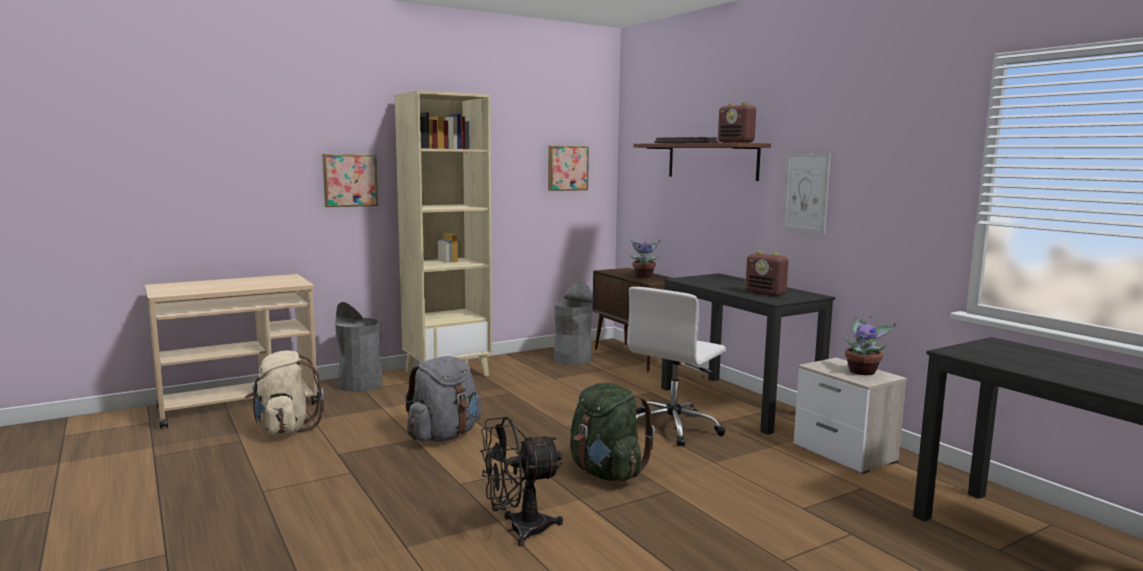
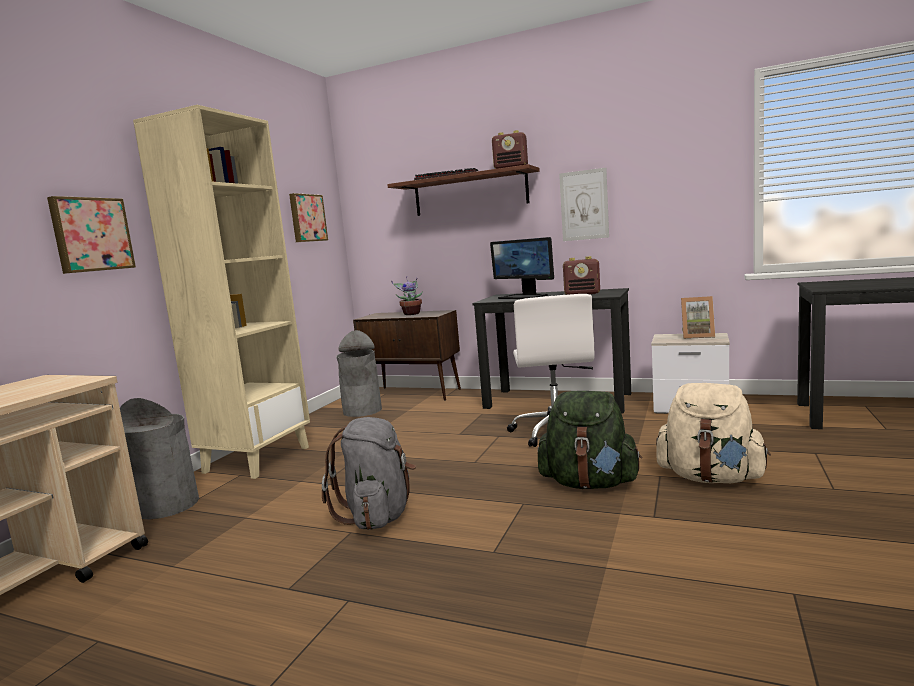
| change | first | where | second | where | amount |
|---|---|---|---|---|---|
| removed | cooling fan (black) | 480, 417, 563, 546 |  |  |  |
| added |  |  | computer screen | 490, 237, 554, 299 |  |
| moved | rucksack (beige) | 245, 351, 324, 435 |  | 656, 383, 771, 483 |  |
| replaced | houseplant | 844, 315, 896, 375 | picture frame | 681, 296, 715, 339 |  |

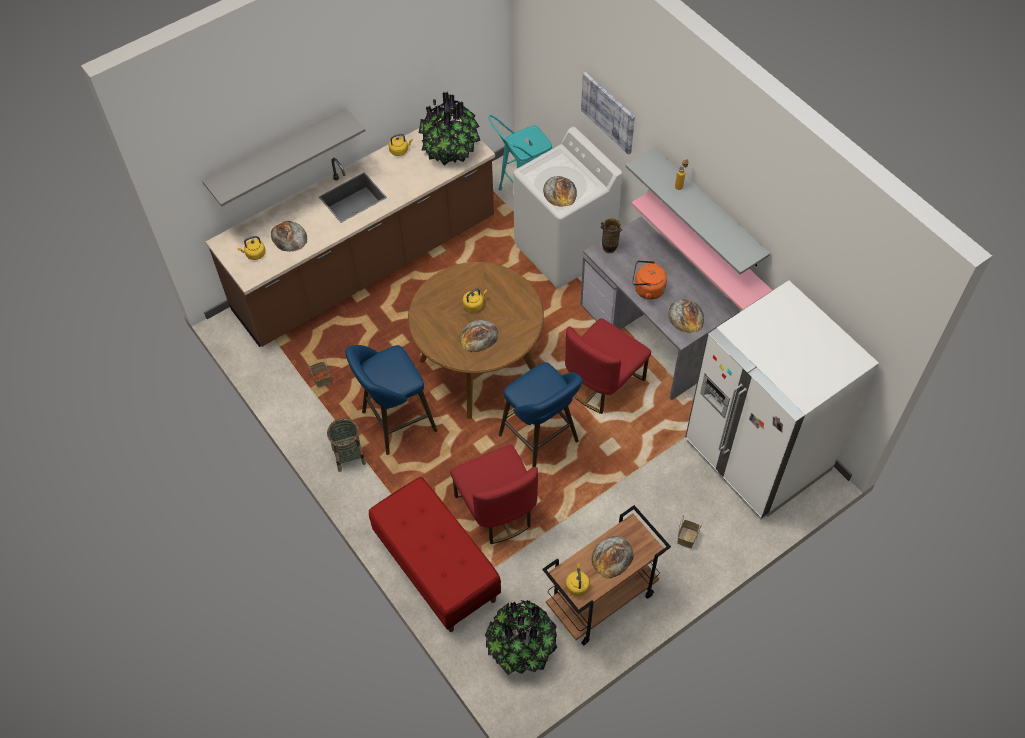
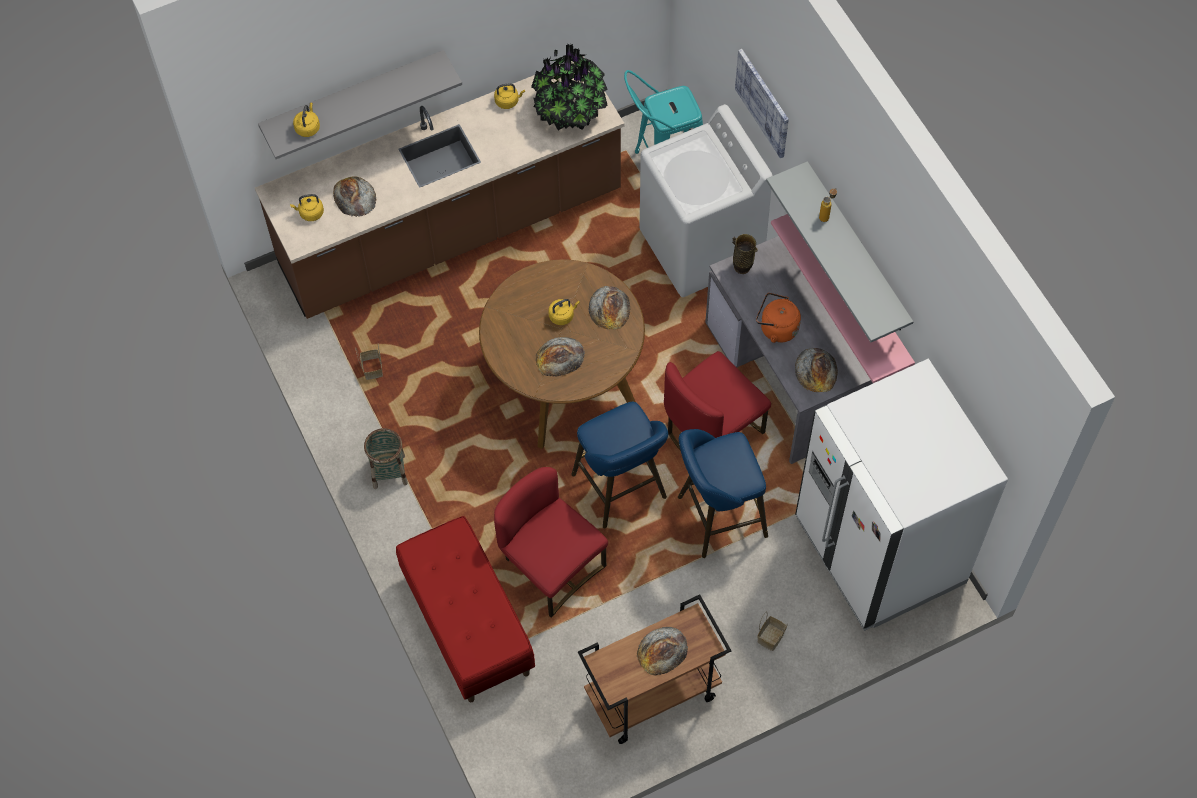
| change | first | where | second | where | amount |
|---|---|---|---|---|---|
| removed | houseplant | 485, 600, 557, 675 |  |  |  |
| moved | stool (bluish) | 345, 345, 437, 455 |  | 678, 429, 768, 558 |  |
| moved | bakery bread | 543, 176, 577, 207 |  | 588, 286, 630, 329 |  |
| moved | kettle (yellow-coloured) | 566, 563, 590, 596 |  | 293, 102, 320, 137 |  |
| turned | chair (red-coloured) | 450, 444, 538, 544 |  | 494, 467, 608, 618 | 150 degrees clockwise |

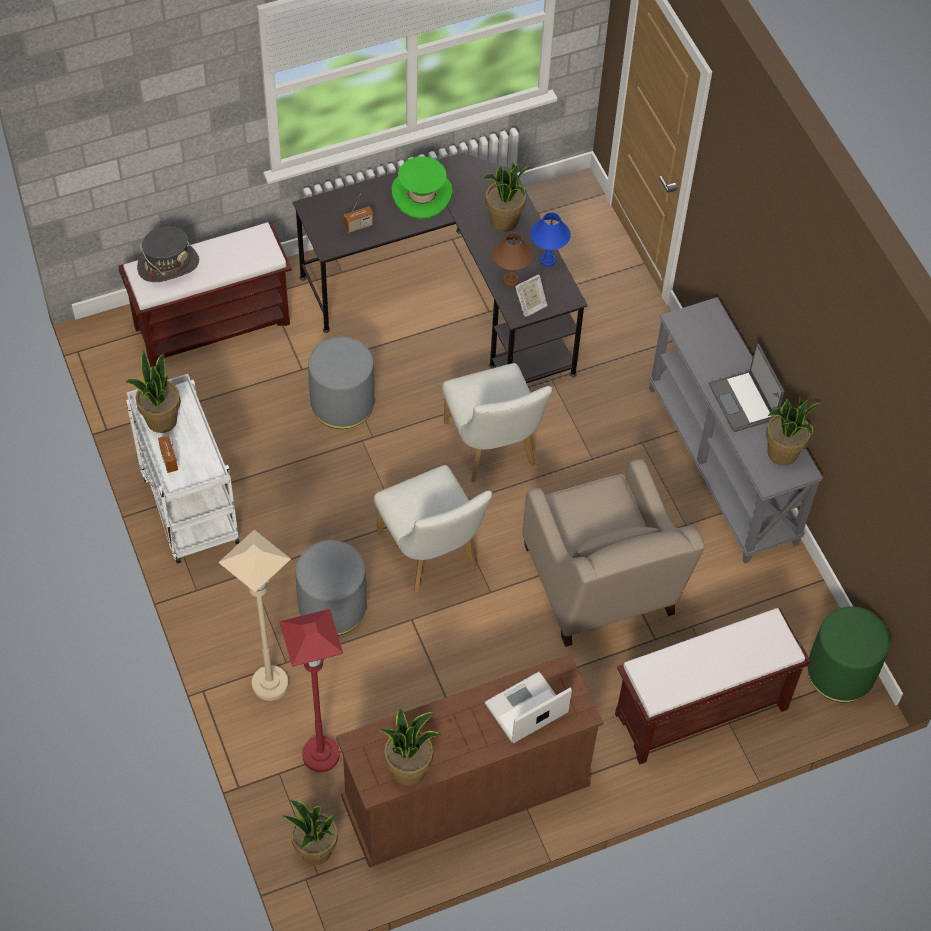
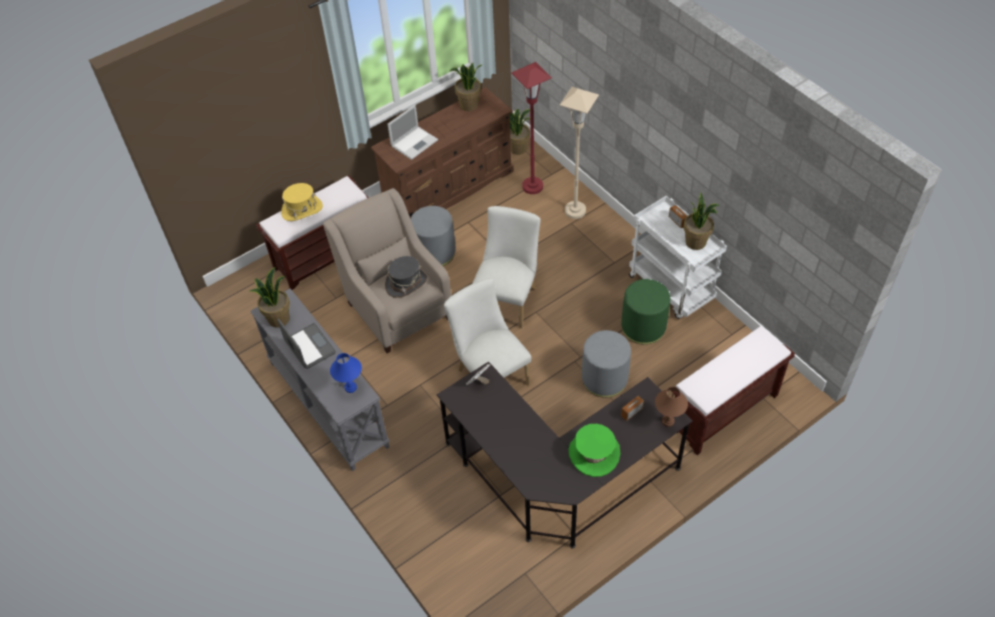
| change | first | where | second | where | amount |
|---|---|---|---|---|---|
| removed | houseplant | 483, 162, 531, 232 |  |  |  |
| added |  |  | hat (yellow-coloured) | 281, 183, 323, 221 |  |
| moved | hat (grey) | 137, 226, 199, 282 |  | 385, 256, 427, 298 |  |
| moved | ottoman (grey) | 296, 540, 367, 636 |  | 411, 206, 456, 266 |  |
| moved | table lamp (brown-coloured) | 492, 232, 533, 287 |  | 655, 387, 688, 427 |  |
| moved | table lamp (bluish) | 530, 212, 571, 267 |  | 330, 353, 362, 393 |  |
| moved | ottoman (green-coloured) | 808, 606, 890, 703 |  | 621, 279, 670, 345 |  |
| turned | chair (white) | 374, 465, 492, 592 |  | 472, 206, 541, 328 | 60 degrees clockwise |

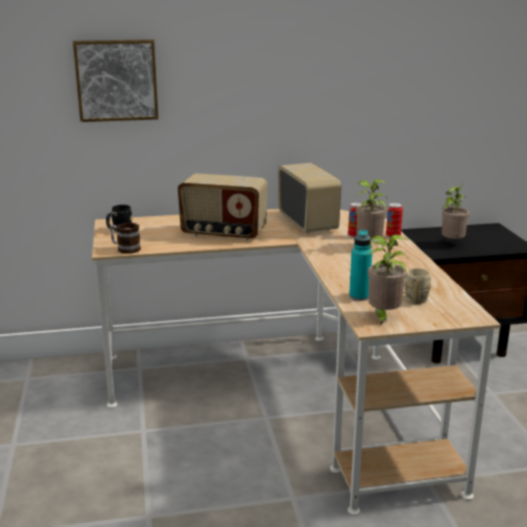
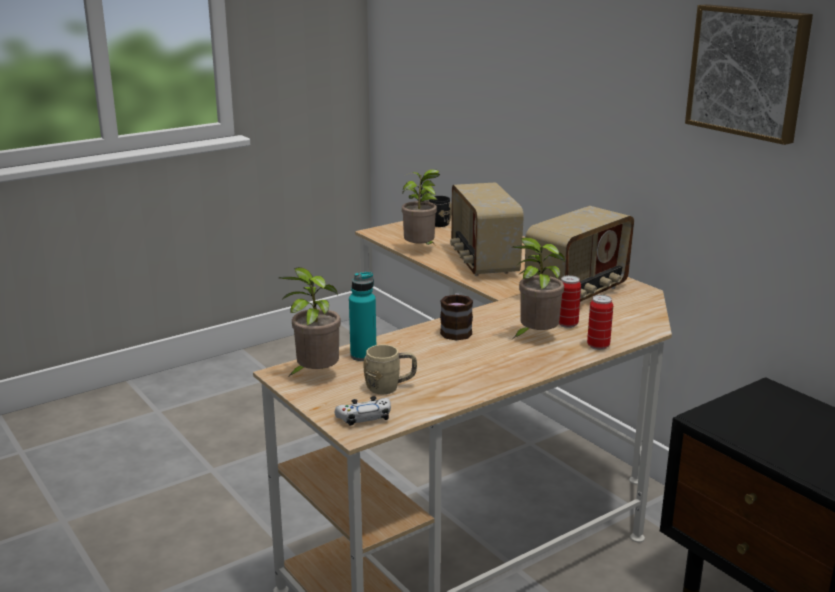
| change | first | where | second | where | amount |
|---|---|---|---|---|---|
| added |  |  | gamepad (white) | 335, 396, 391, 426 |  |
| moved | wall art | 73, 39, 158, 122 |  | 685, 4, 813, 145 |  |
| moved | mug | 110, 223, 141, 254 |  | 440, 293, 473, 341 |  |
| moved | houseplant | 442, 185, 469, 239 |  | 402, 169, 440, 245 |  |

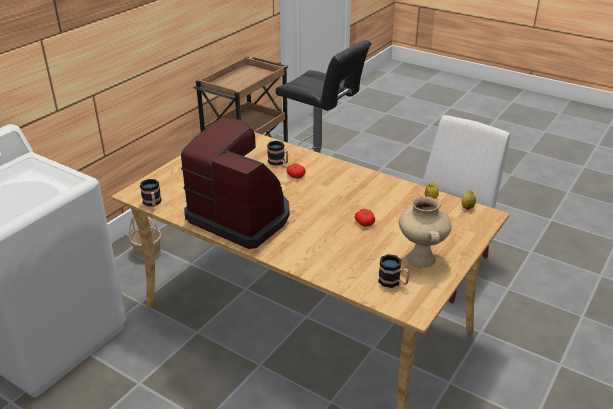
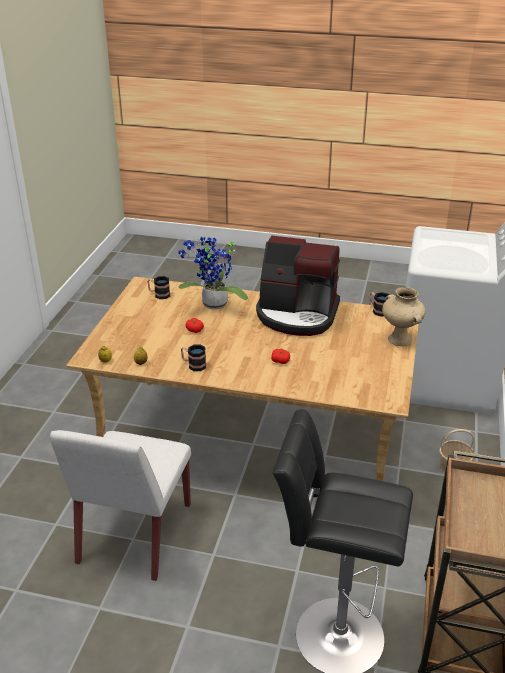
| change | first | where | second | where | amount |
|---|---|---|---|---|---|
| added |  |  | houseplant | 178, 237, 248, 310 |  |
| moved | mug | 267, 141, 288, 166 |  | 181, 345, 206, 371 |  |
| moved | vase (beige) | 399, 196, 452, 267 |  | 382, 287, 426, 346 |  |

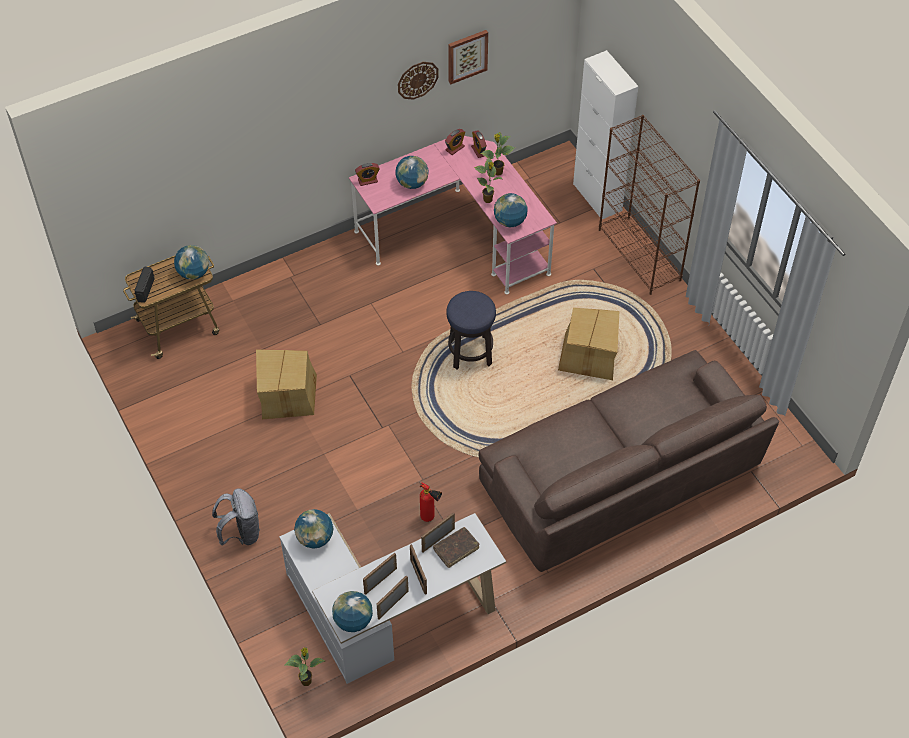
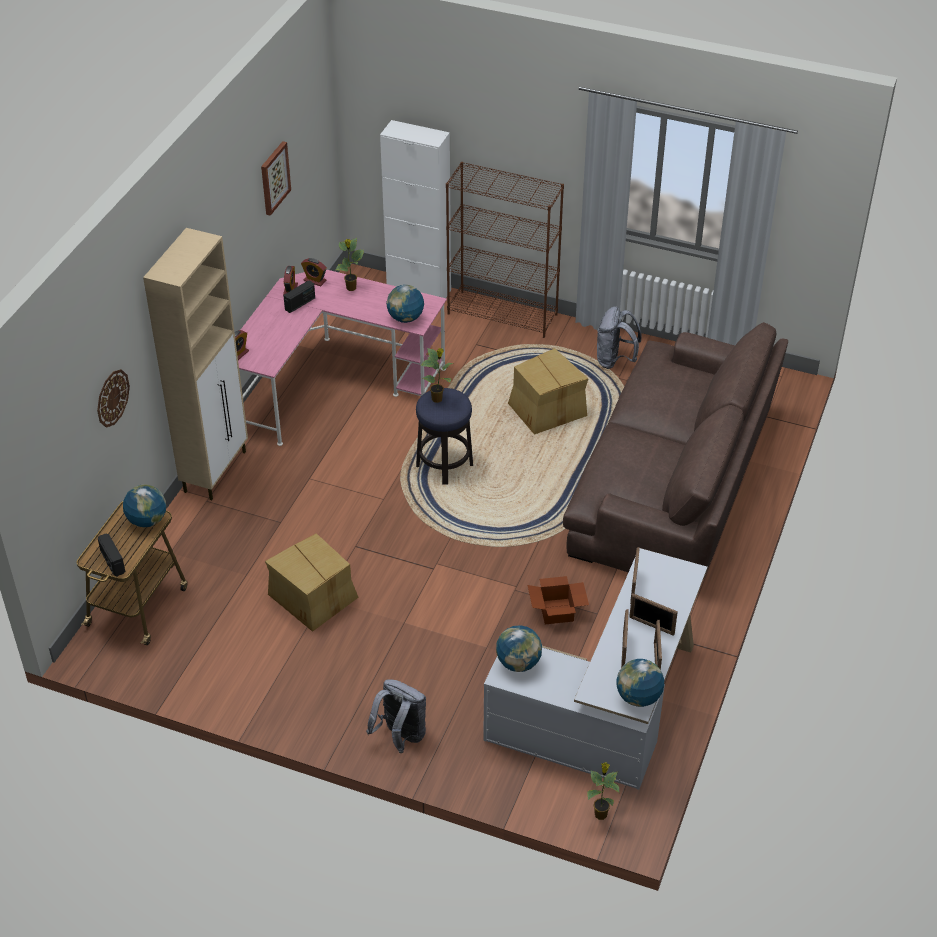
| change | first | where | second | where | amount |
|---|---|---|---|---|---|
| removed | world globe | 395, 156, 429, 189 |  |  |  |
| removed | bound book (brown-coloured) | 433, 527, 480, 568 |  |  |  |
| added |  |  | cupboard (beige) | 143, 228, 248, 500 |  |
| added |  |  | radio | 283, 280, 315, 313 |  |
| added |  |  | rucksack (grey) | 597, 307, 642, 369 |  |
| moved | clock on the wall | 398, 62, 439, 100 |  | 97, 369, 130, 427 |  |
| moved | houseplant | 474, 157, 502, 203 |  | 420, 348, 453, 403 |  |
| replaced | fire extinguisher | 420, 482, 442, 522 | packing box | 528, 576, 589, 624 |  |

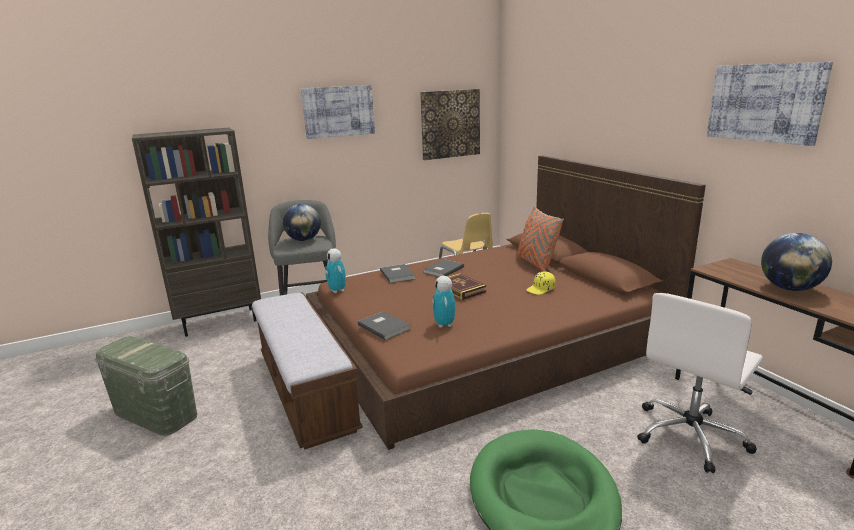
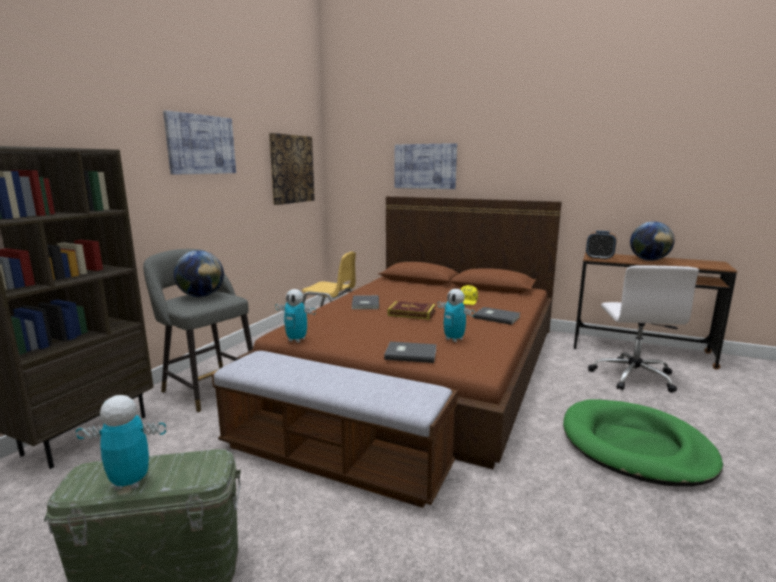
| change | first | where | second | where | amount |
|---|---|---|---|---|---|
| removed | throw pillow (orangey) | 516, 206, 564, 272 |  |  |  |
| added |  |  | robot figure | 76, 395, 166, 490 |  |
| added |  |  | bedside clock | 586, 231, 617, 260 |  |
| moved | bound book (grey) | 380, 264, 415, 283 |  | 473, 307, 520, 325 |  |
| moved | wall art | 707, 62, 833, 146 |  | 395, 143, 457, 189 |  |

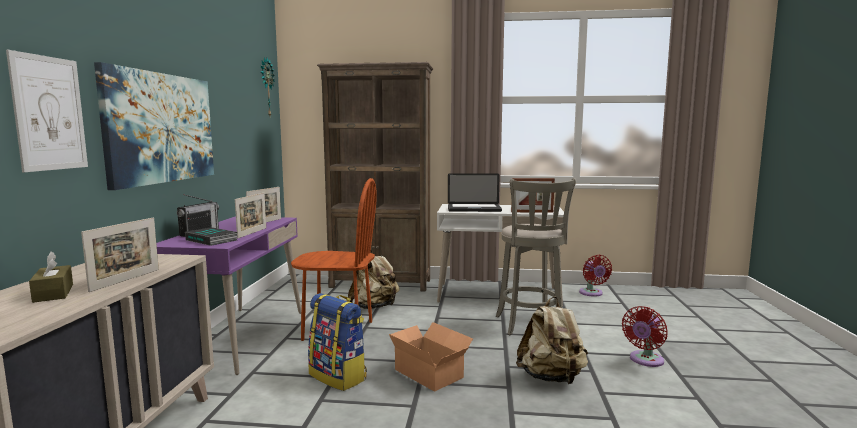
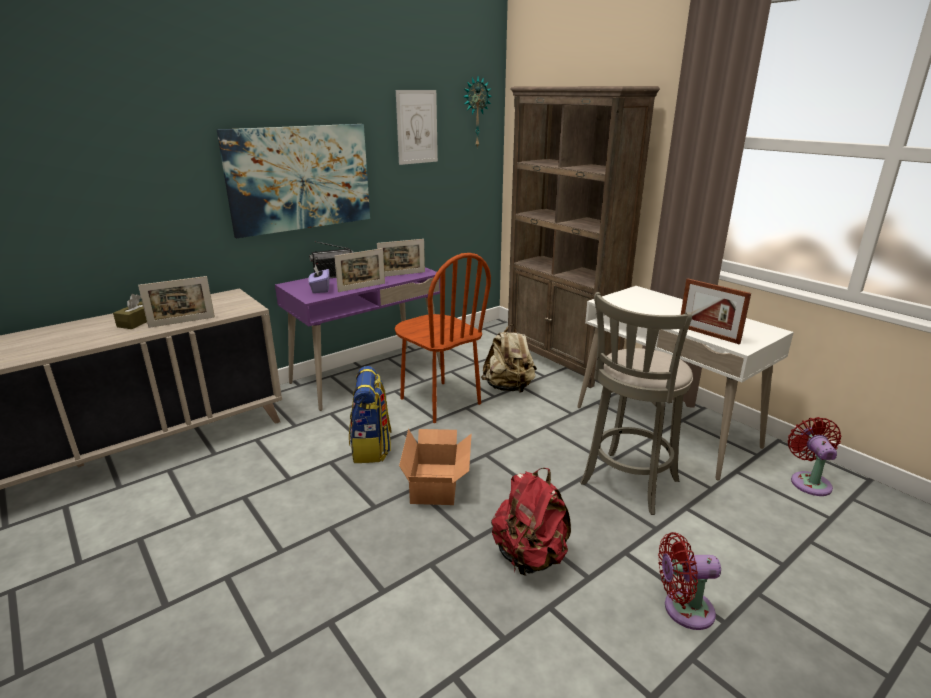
| change | first | where | second | where | amount |
|---|---|---|---|---|---|
| removed | portable computer | 448, 173, 502, 212 |  |  |  |
| moved | wall art | 6, 50, 88, 172 |  | 396, 90, 438, 165 |  |
| replaced | bound book | 185, 227, 237, 246 | tissue box (purplish) | 308, 265, 330, 293 |  |
| recoloured | rucksack (beige) | 516, 296, 588, 384 | rucksack (red-coloured) | 491, 468, 571, 576 |  |
| turned | cooling fan (red-coloured) | 579, 255, 612, 297 |  | 788, 417, 841, 496 | 150 degrees clockwise |

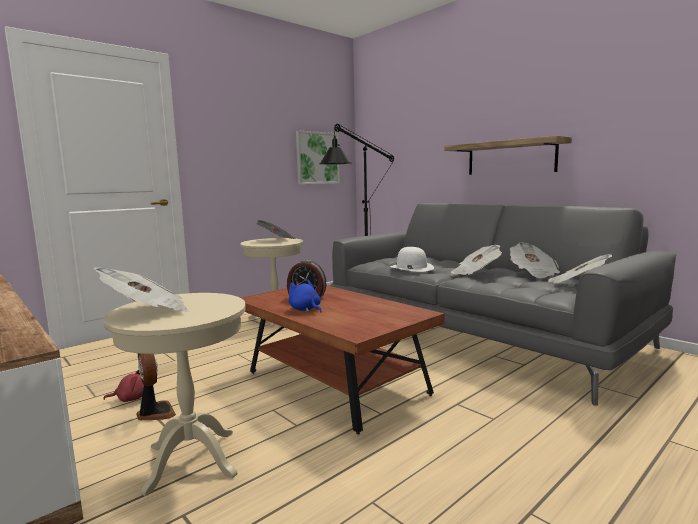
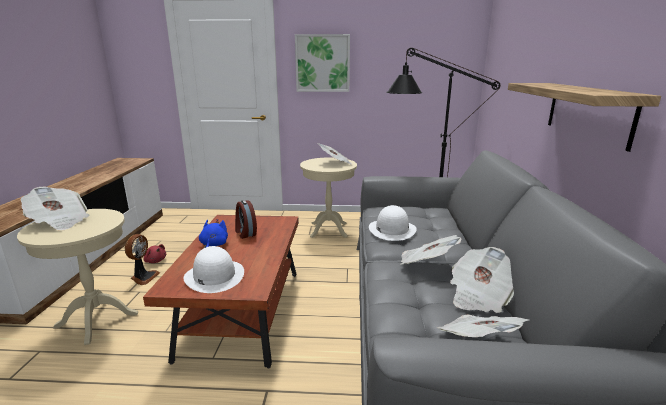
| change | first | where | second | where | amount |
|---|---|---|---|---|---|
| added |  |  | hat (white) | 184, 246, 244, 293 |  |
| moved | wall art | 296, 130, 340, 184 |  | 295, 34, 350, 92 |  |

